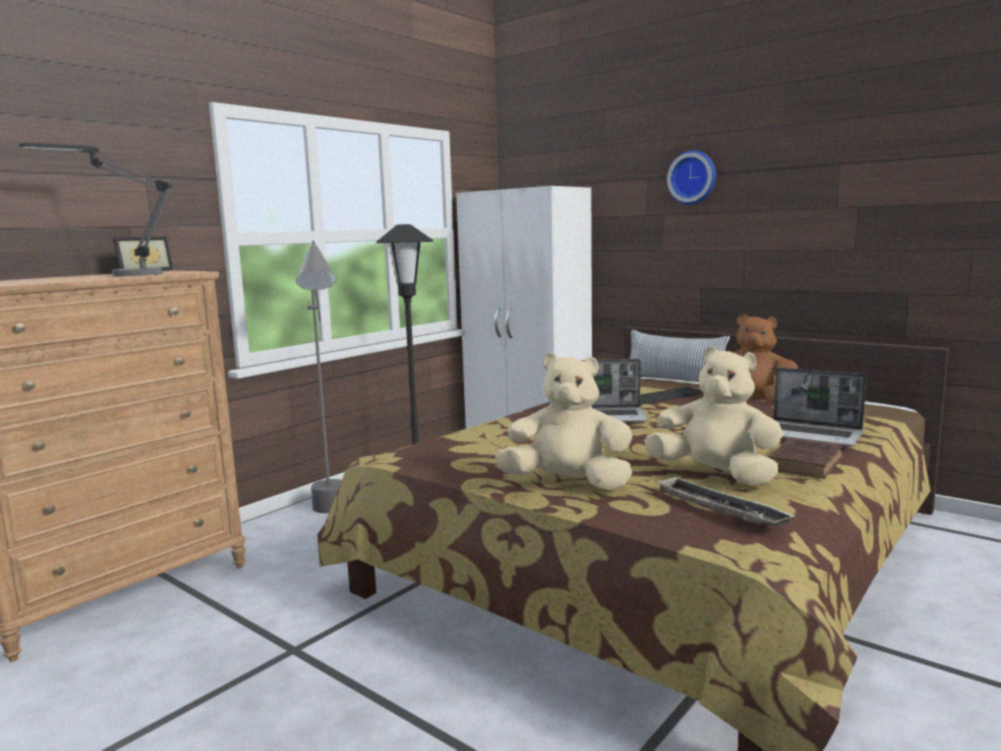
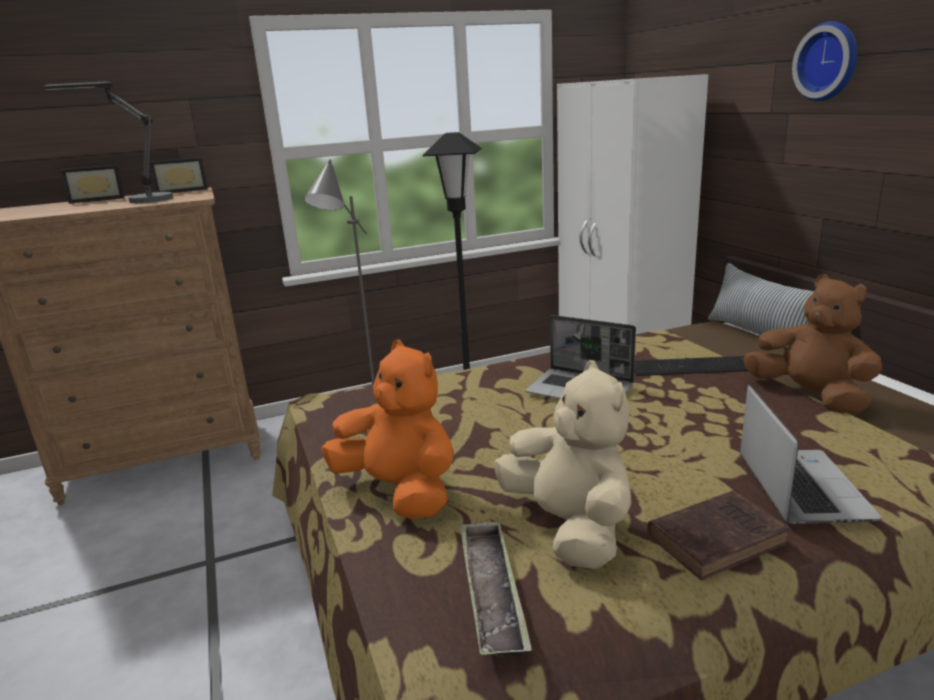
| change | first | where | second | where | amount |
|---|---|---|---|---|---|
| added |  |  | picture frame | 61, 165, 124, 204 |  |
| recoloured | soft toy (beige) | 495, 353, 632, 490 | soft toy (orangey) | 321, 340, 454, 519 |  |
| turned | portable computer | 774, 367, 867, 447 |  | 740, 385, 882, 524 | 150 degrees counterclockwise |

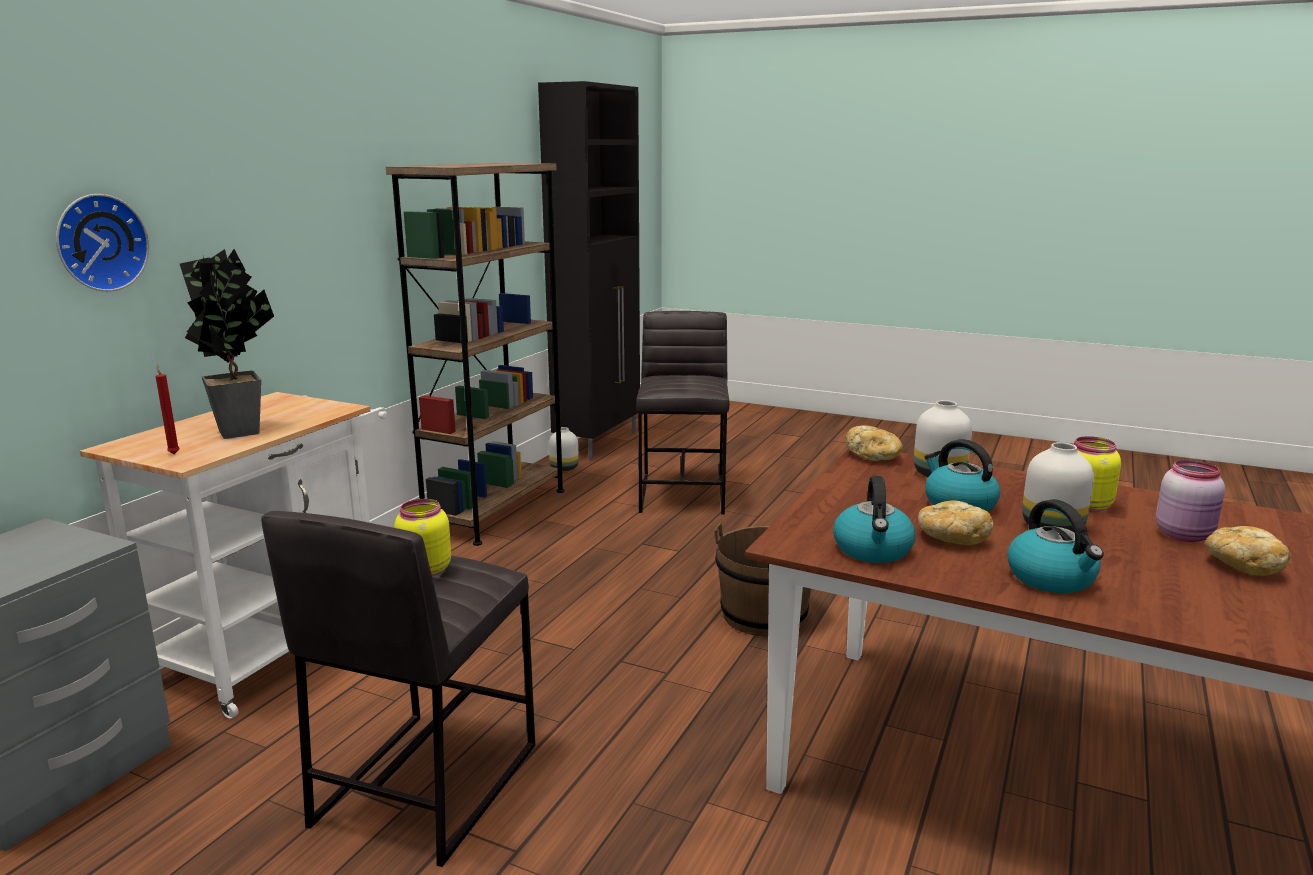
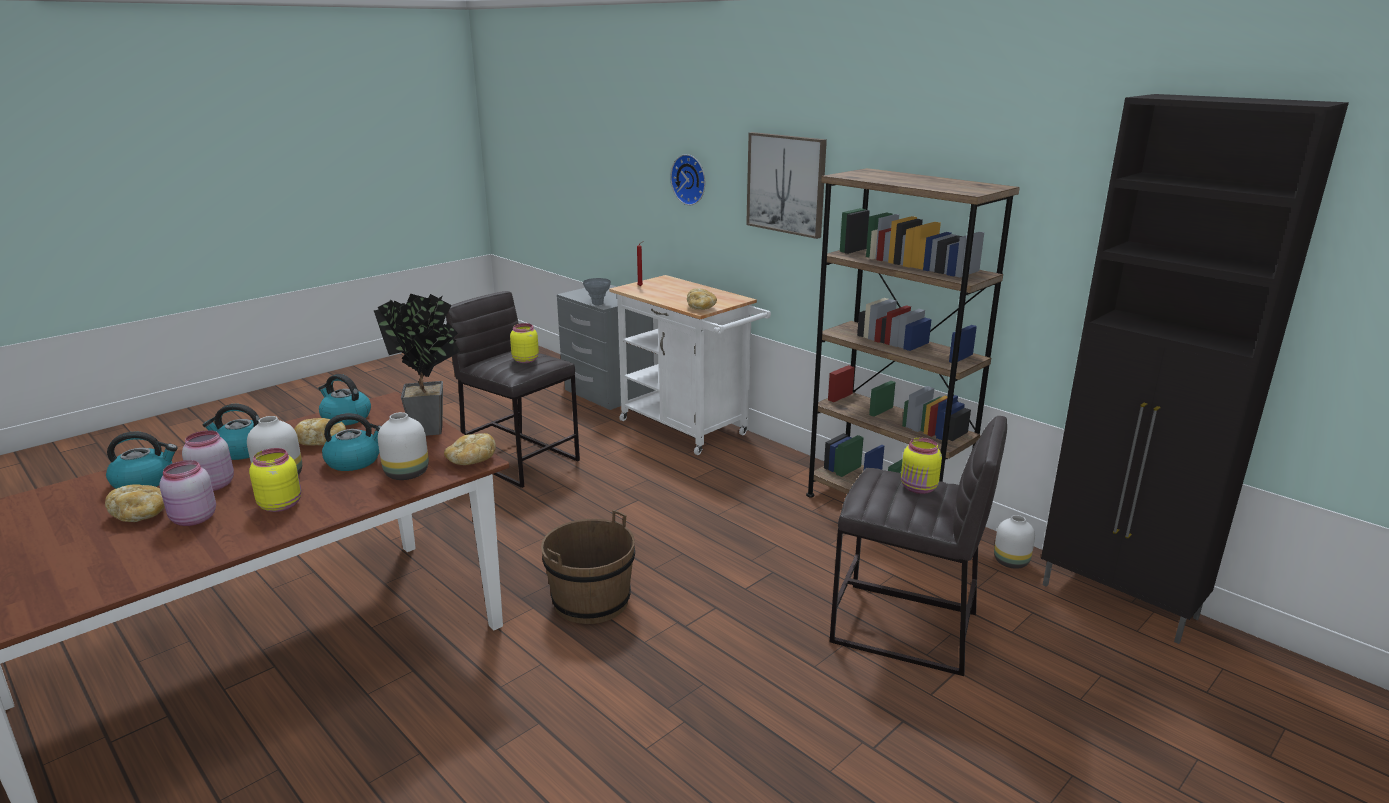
| change | first | where | second | where | amount |
|---|---|---|---|---|---|
| added |  |  | kettle | 106, 431, 178, 489 |  |
| added |  |  | preserve jar (pinkish) | 182, 430, 234, 491 |  |
| added |  |  | vase (grey) | 583, 278, 611, 305 |  |
| added |  |  | bakery bread | 687, 288, 717, 310 |  |
| added |  |  | wall art | 746, 132, 827, 239 |  |
| added |  |  | preserve jar (yellow-coloured) | 901, 438, 942, 494 |  |
| moved | houseplant | 180, 249, 274, 439 |  | 374, 294, 460, 436 |  |

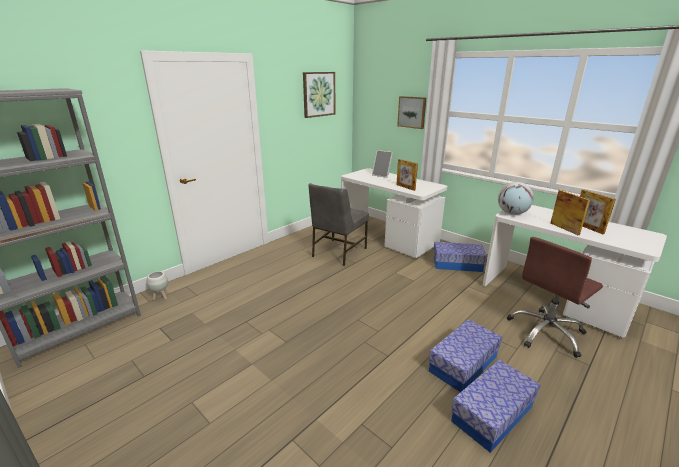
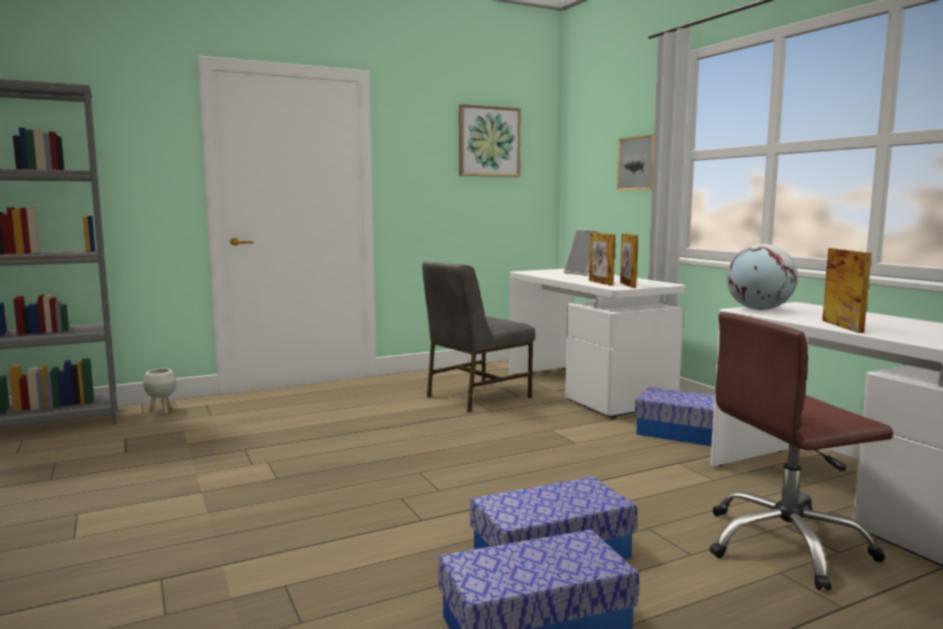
| change | first | where | second | where | amount |
|---|---|---|---|---|---|
| moved | picture frame | 580, 190, 616, 234 |  | 620, 233, 638, 288 |  |

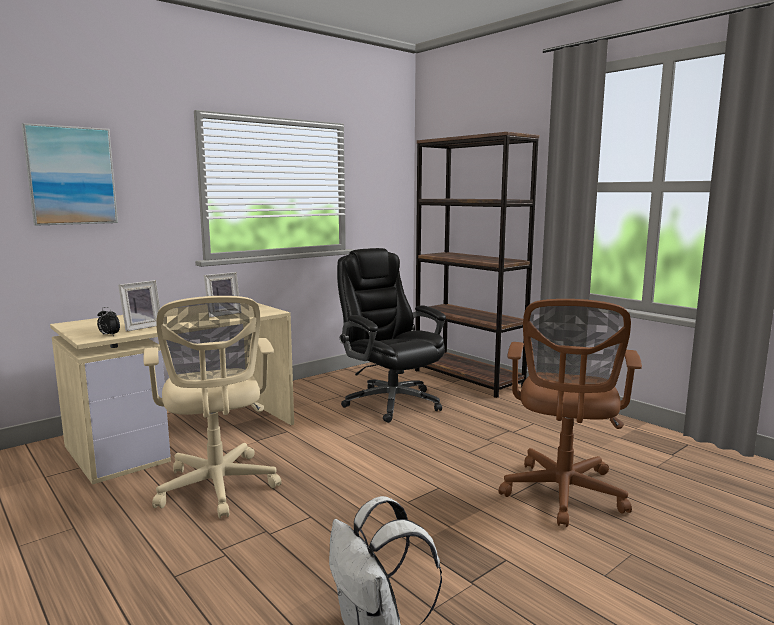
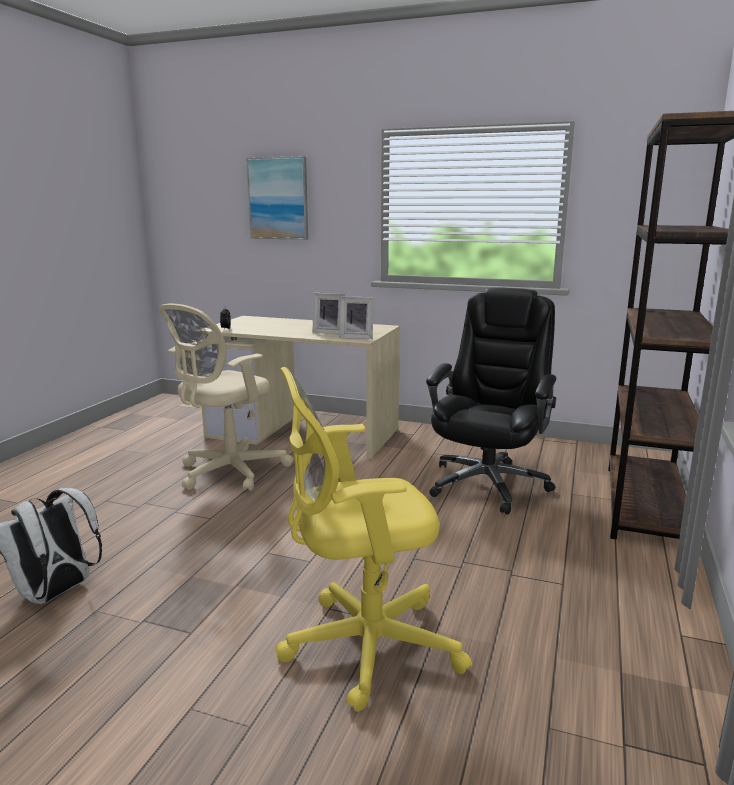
| change | first | where | second | where | amount |
|---|---|---|---|---|---|
| moved | picture frame | 118, 280, 160, 332 |  | 339, 296, 374, 339 |  |
| recoloured | desk chair (brown-coloured) | 498, 299, 642, 527 | desk chair (yellow-coloured) | 276, 367, 472, 712 |  |

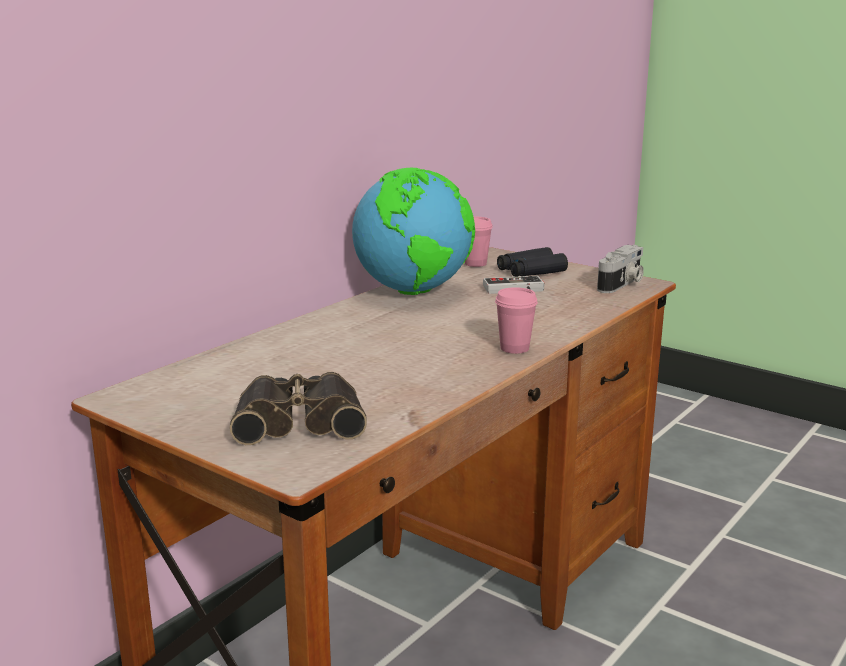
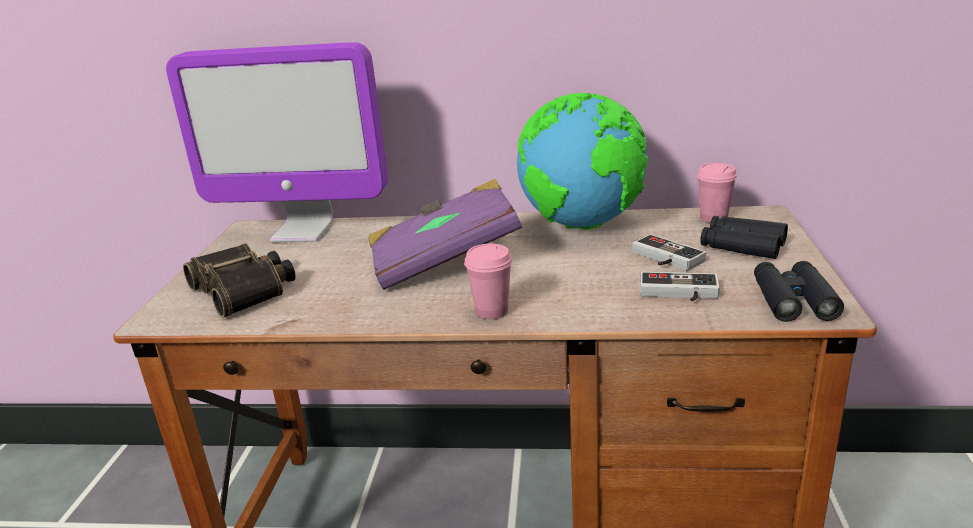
| change | first | where | second | where | amount |
|---|---|---|---|---|---|
| added |  |  | computer screen | 166, 42, 388, 242 |  |
| added |  |  | bound book (purplish) | 369, 179, 522, 290 |  |
| added |  |  | gamepad | 640, 272, 720, 301 |  |
| replaced | photo camera | 597, 245, 644, 293 | binoculars (black) | 754, 261, 844, 322 |  |

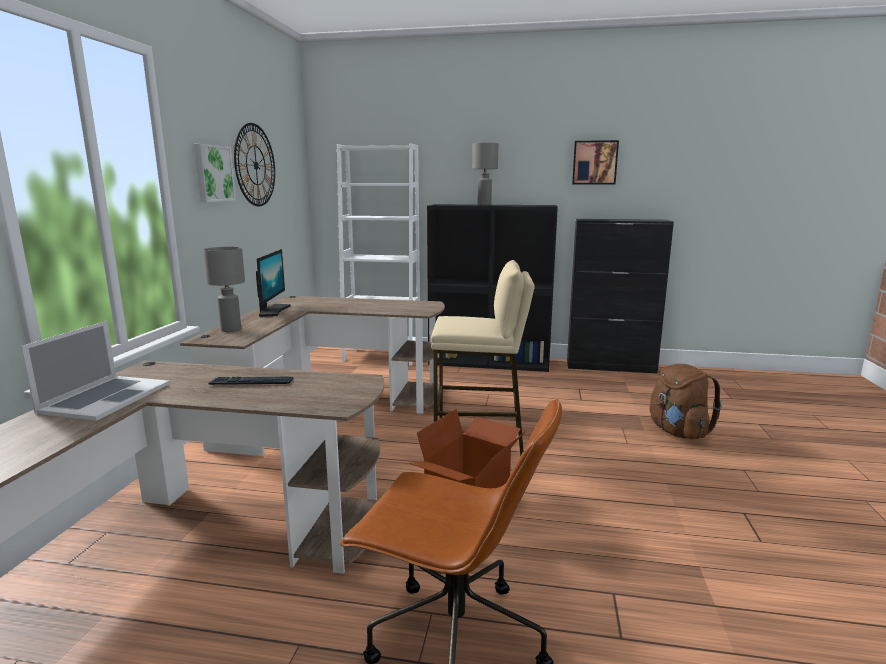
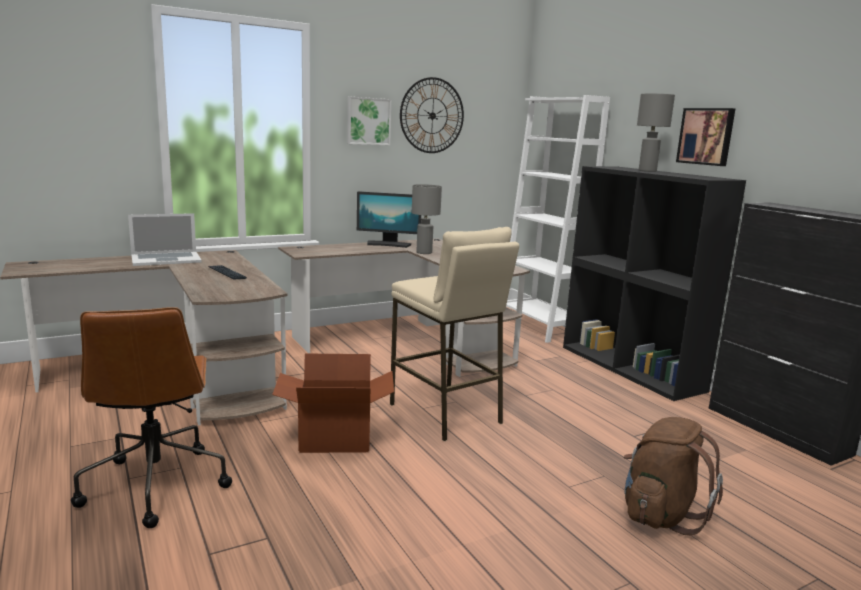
| change | first | where | second | where | amount |
|---|---|---|---|---|---|
| moved | table lamp (grey) | 203, 247, 245, 332 |  | 412, 184, 442, 254 |  |
| moved | wall art | 572, 140, 619, 185 |  | 676, 108, 735, 166 |  |
| turned | computer screen | 256, 249, 291, 317 |  | 357, 191, 421, 248 | 45 degrees clockwise |

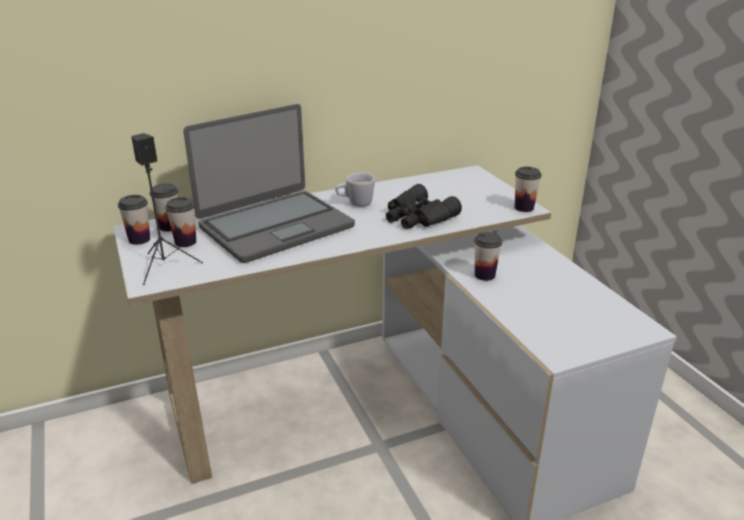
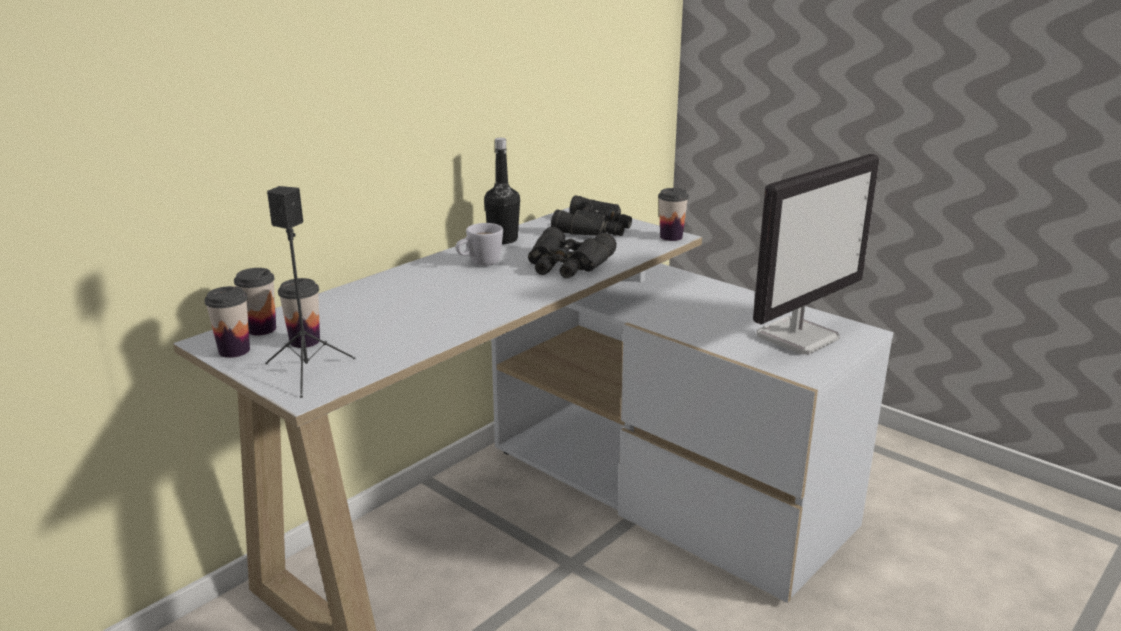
| change | first | where | second | where | amount |
|---|---|---|---|---|---|
| removed | portable computer | 183, 104, 355, 263 |  |  |  |
| removed | small cup | 474, 232, 502, 281 |  |  |  |
| added |  |  | bottle (black) | 484, 138, 520, 244 |  |
| added |  |  | binoculars (black) | 551, 195, 632, 236 |  |
| added |  |  | computer screen | 753, 154, 880, 355 |  |

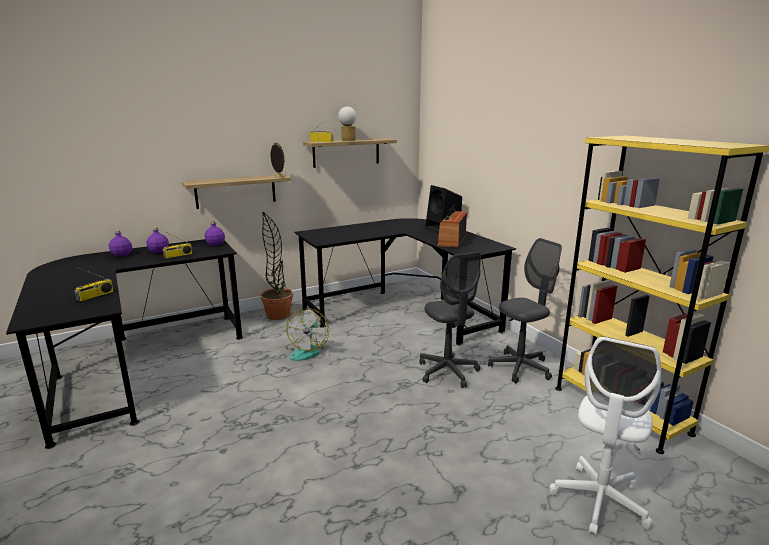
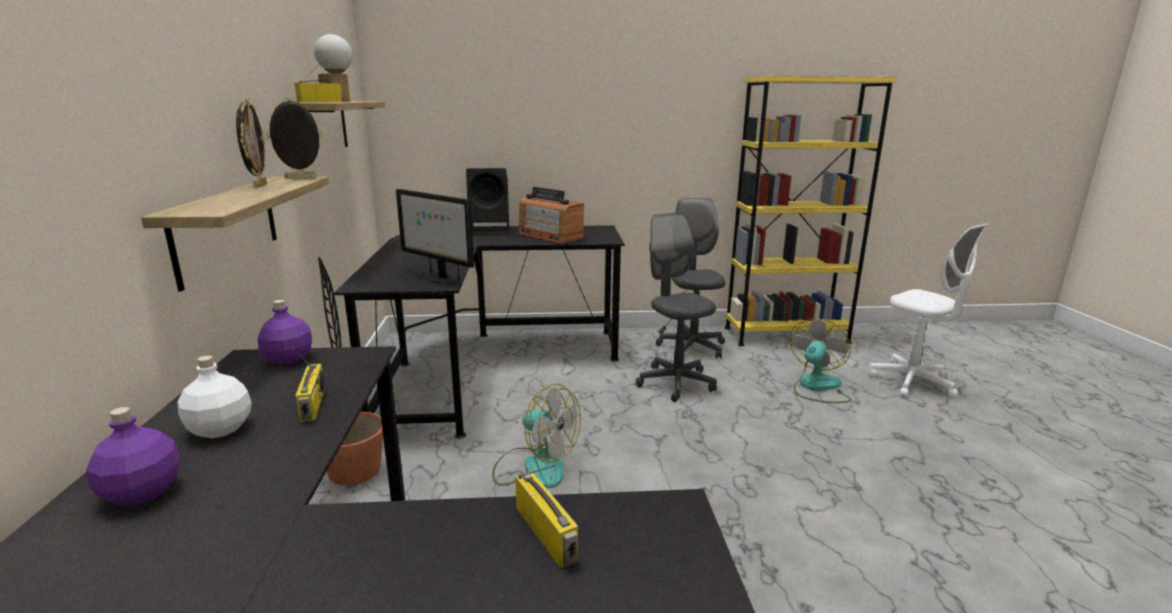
| change | first | where | second | where | amount |
|---|---|---|---|---|---|
| added |  |  | picture frame | 236, 98, 267, 188 |  |
| added |  |  | computer screen | 396, 189, 474, 284 |  |
| added |  |  | cooling fan | 790, 319, 851, 403 |  |
| recoloured | bottle (purplish) | 147, 227, 169, 253 | bottle (white) | 177, 355, 252, 438 |  |
| turned | desk chair (grey) | 419, 252, 481, 388 |  | 635, 212, 717, 402 | 120 degrees counterclockwise |

